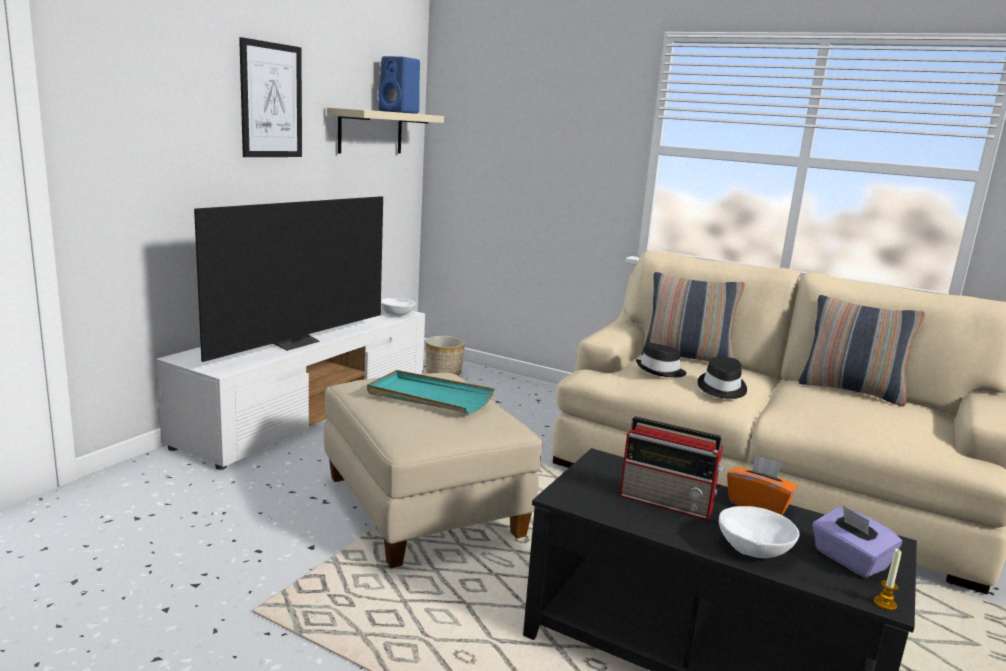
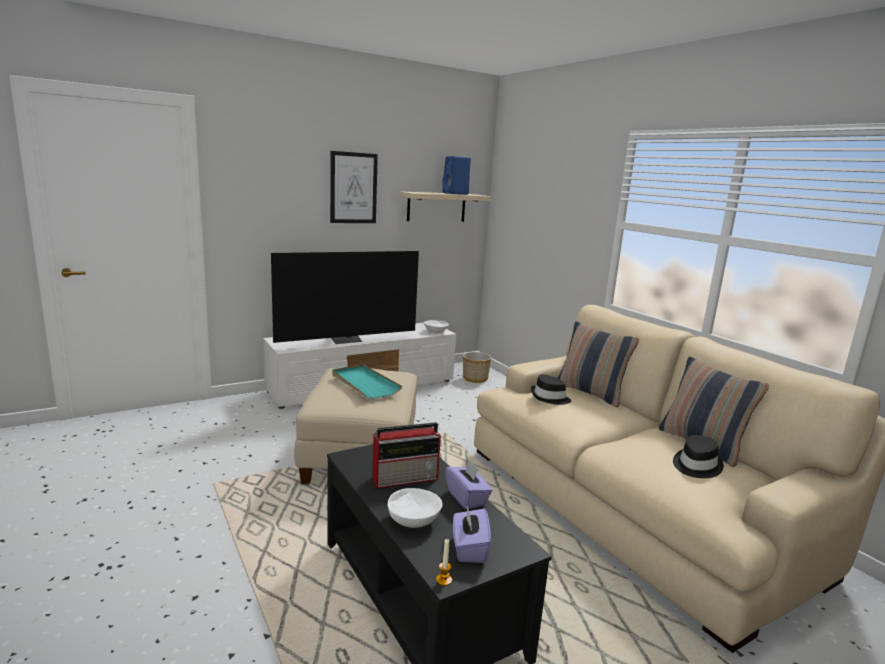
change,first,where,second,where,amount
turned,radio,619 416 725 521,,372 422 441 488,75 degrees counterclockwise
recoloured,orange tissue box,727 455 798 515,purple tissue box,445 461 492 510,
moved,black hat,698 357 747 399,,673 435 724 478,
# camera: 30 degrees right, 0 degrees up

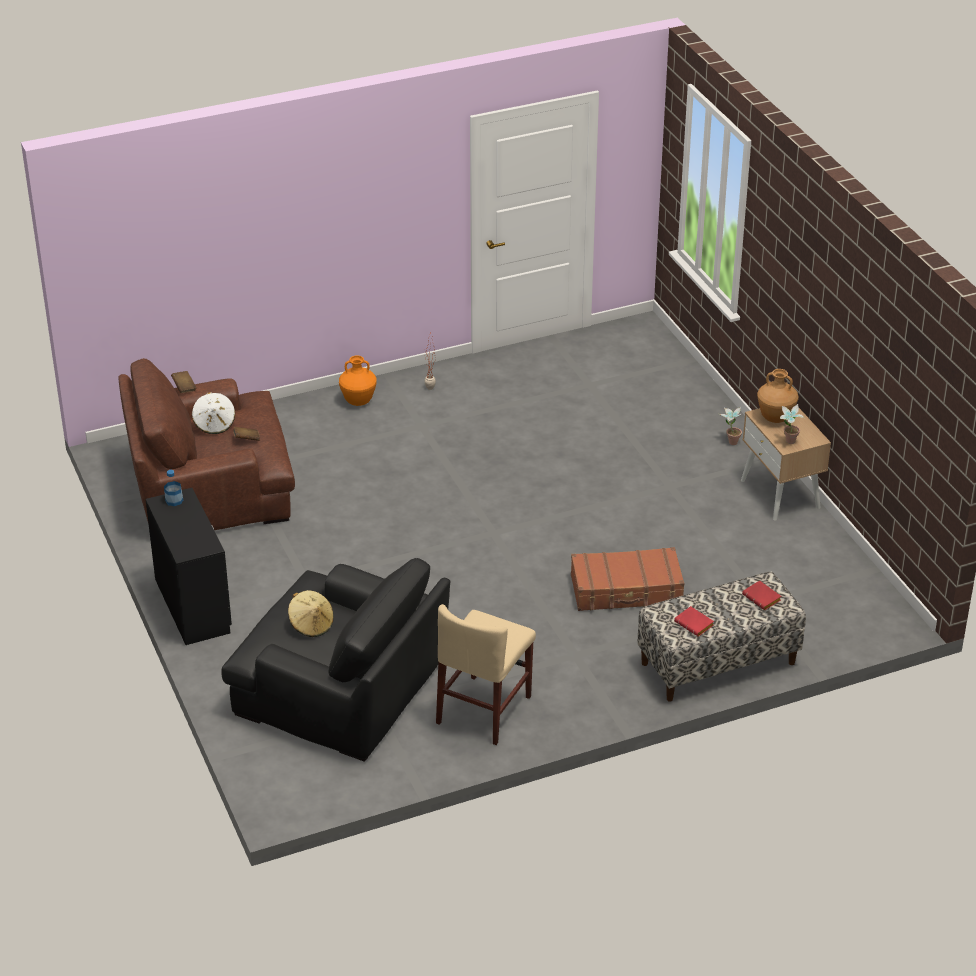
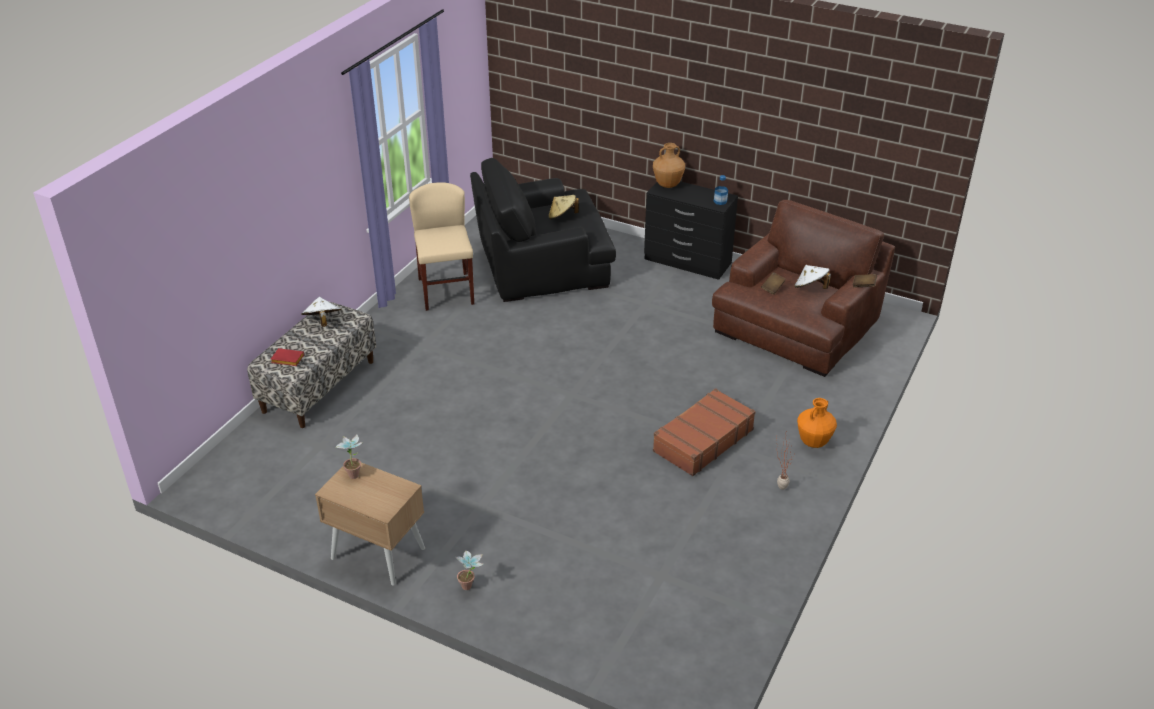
change,first,where,second,where,amount
replaced,red book,674 606 714 637,white hat,301 297 341 327,
moved,brown vase,757 369 799 423,,653 143 685 188,
moved,brown suitcase,571 547 684 611,,653 388 756 476,
# camera: 140 degrees right, 0 degrees up

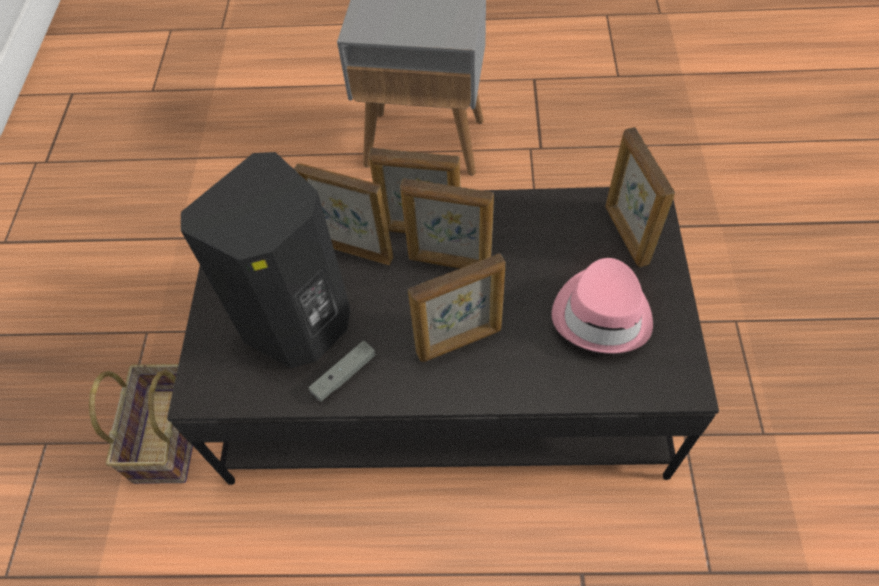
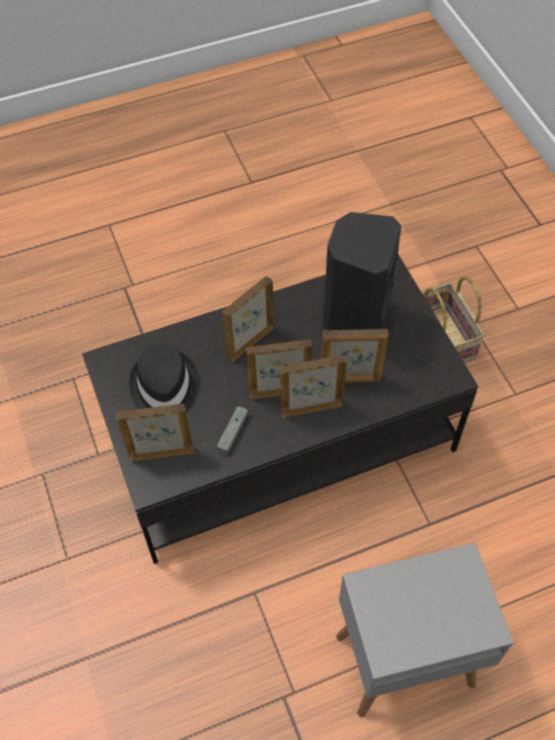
change,first,where,second,where,amount
turned,picture frame,605 127 675 267,,116 404 194 461,60 degrees counterclockwise
recoloured,pink hat,552 258 653 354,black hat,129 345 199 414,
moved,grey game controller,308 341 375 402,,216 406 248 454,
# camera: 155 degrees right, 0 degrees up

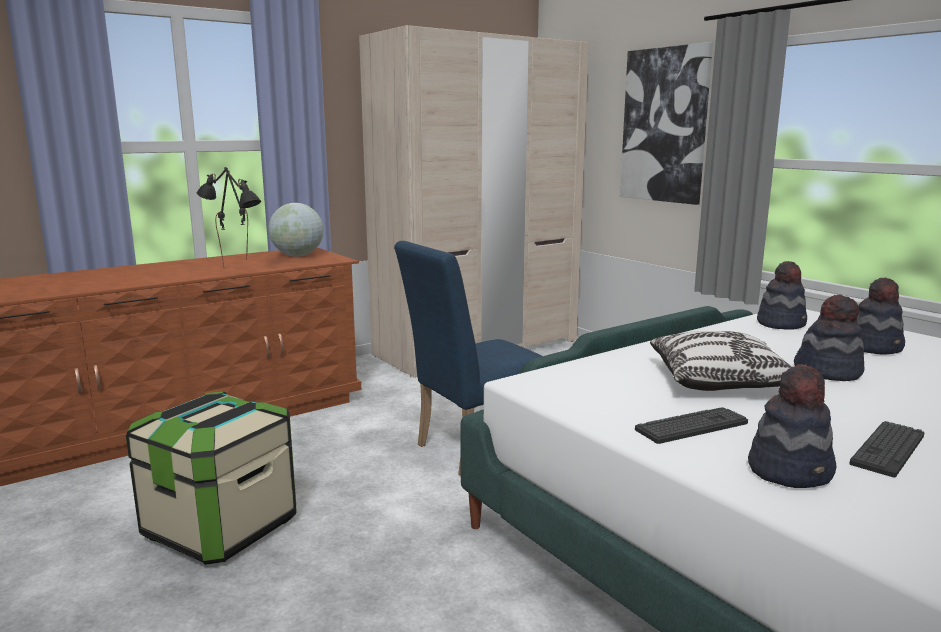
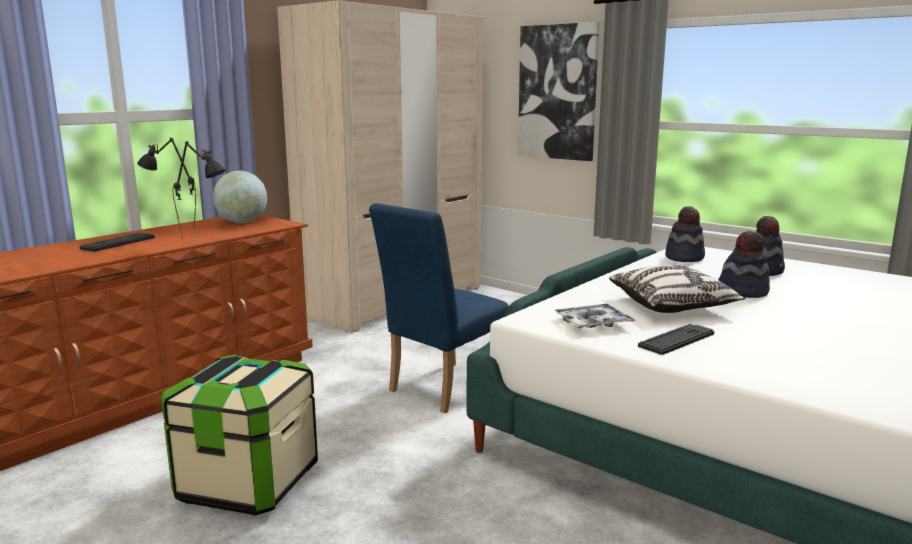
change,first,where,second,where,amount
moved,keyboard,849 421 925 478,,79 232 155 252,
added,,,tray,555 304 636 328,
removed,hat,748 364 836 488,,,
# camera: 15 degrees left, 0 degrees up

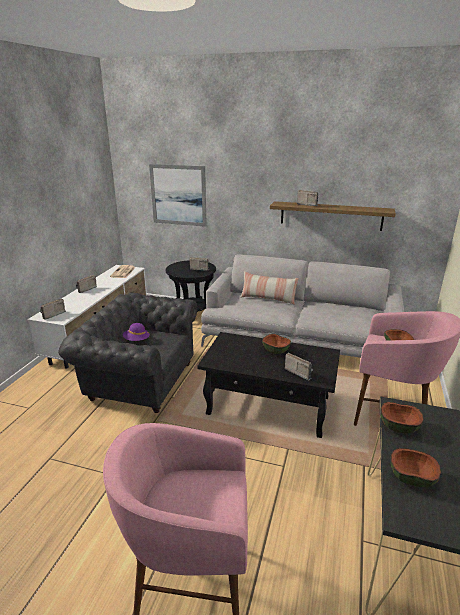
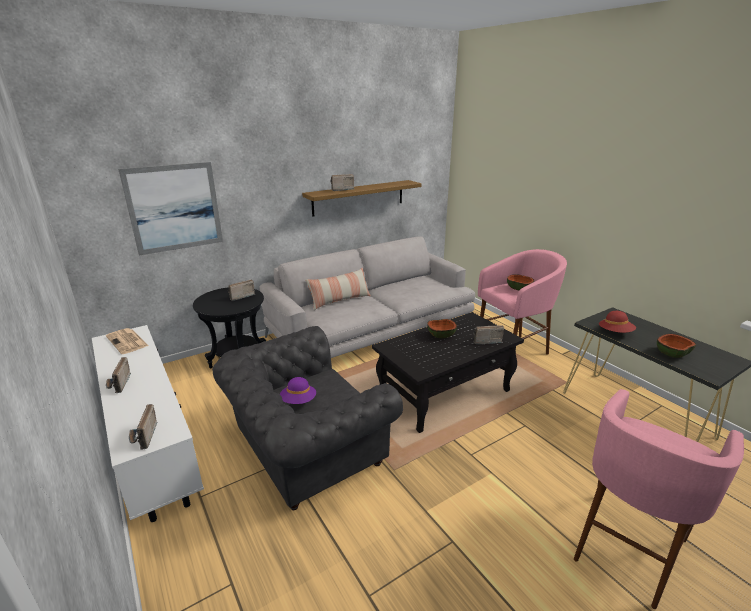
change,first,where,second,where,amount
replaced,bowl,381 402 424 433,red hat,599 311 636 333,
# camera: 50 degrees left, 0 degrees up

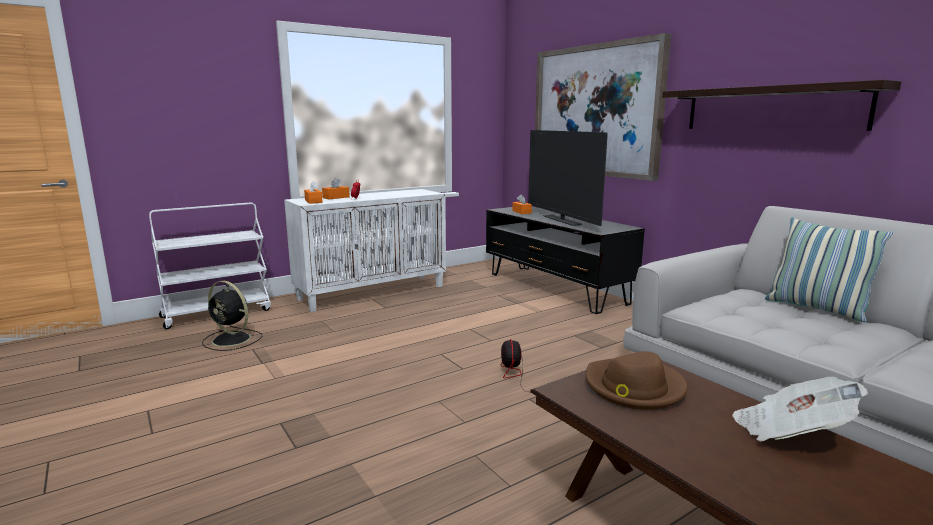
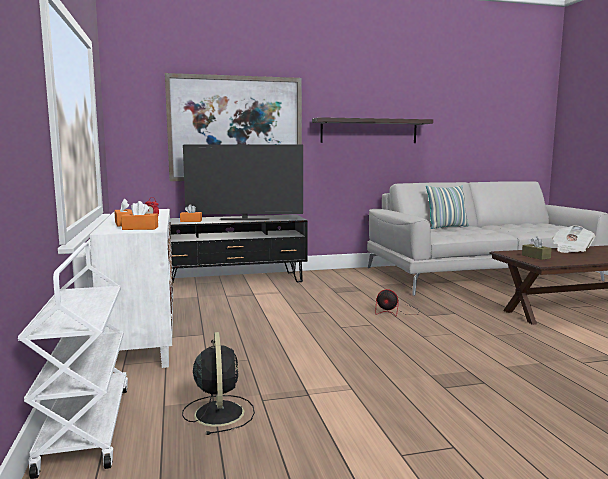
change,first,where,second,where,amount
turned,black fan,202 281 262 351,,182 332 255 435,60 degrees counterclockwise
replaced,brown hat,585 351 687 410,brown tissue box,522 236 552 260,
# camera: 70 degrees left, 5 degrees down

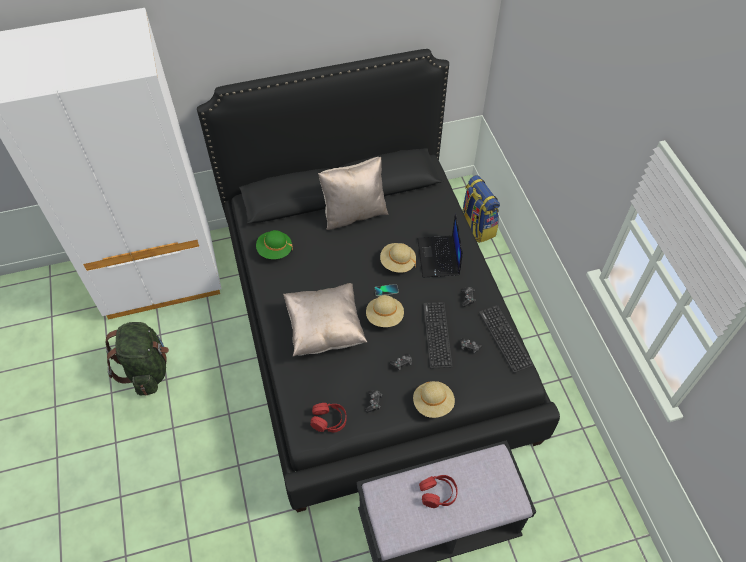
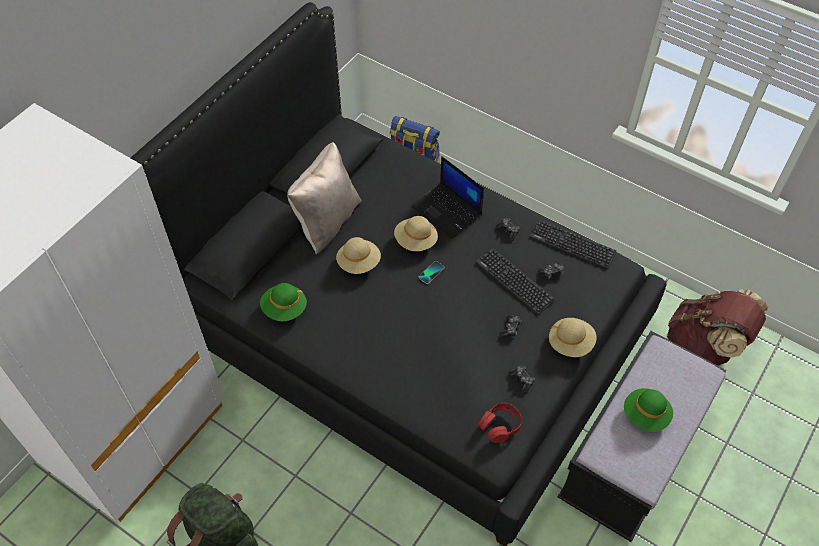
change,first,where,second,where,amount
moved,beige hat,366 295 404 327,,336 237 381 274,
replaced,red headphones,419 475 458 508,green hat,624 388 673 432,
added,,,brown backpack,667 289 769 366,
removed,beige pillow,283 283 367 357,,,
# camera: 40 degrees left, 0 degrees up

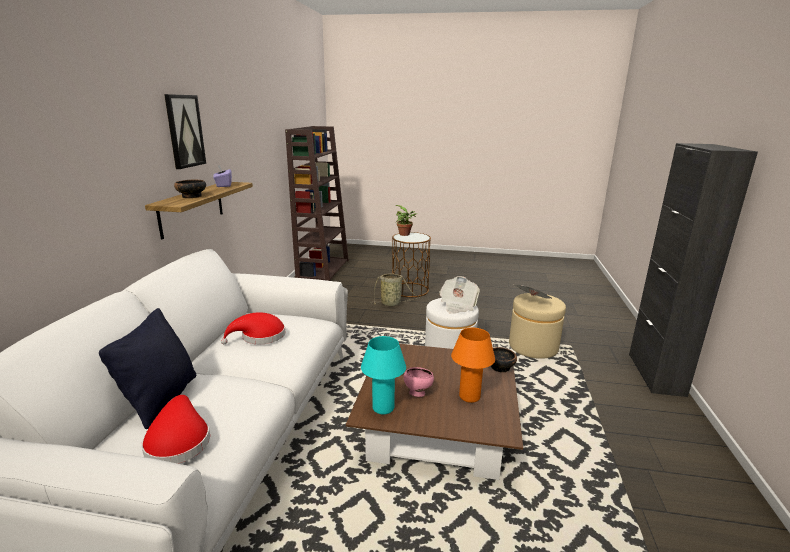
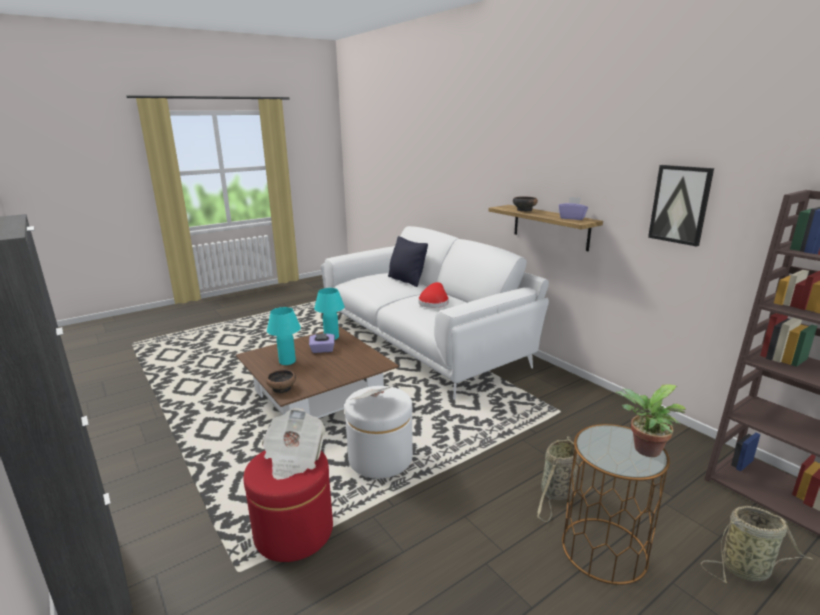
change,first,where,second,where,amount
recoloured,beige ottoman,509 293 566 359,red ottoman,243 451 333 562,
recoloured,orange table lamp,451 328 495 403,turquoise table lamp,267 307 301 365,
replaced,pink bowl,404 367 434 397,purple tissue box,309 333 335 353,
moved,picture,164 94 206 169,,648 165 714 247,
added,,,basket,700 506 814 584,
removed,red hat,141 395 210 464,,,
# camera: 135 degrees right, 0 degrees up

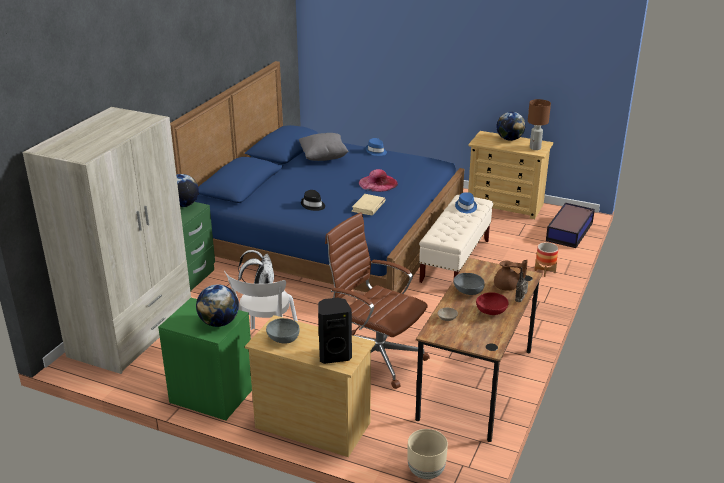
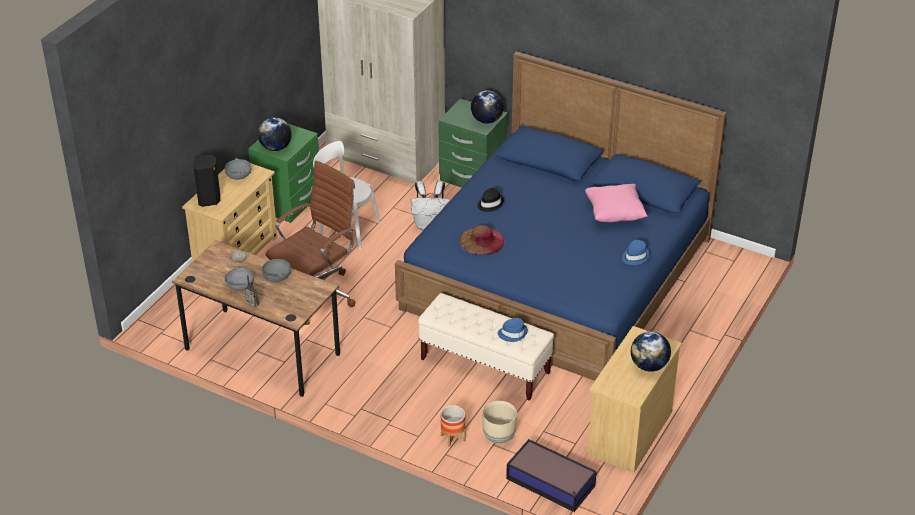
change,first,where,second,where,amount
recoloured,red bowl,476 293 509 315,grey bowl,225 268 254 291,
replaced,beige book,351 194 385 216,brown hat,459 225 505 255,
moved,beige planter,407 429 448 479,,482 401 517 443,
recoloured,grey pillow,299 133 349 161,pink pillow,585 184 647 222,
removed,pink hat,359 169 398 192,,,
removed,brown teapot,494 259 528 291,,,
removed,brown table lamp,528 99 551 150,,,
# camera: 95 degrees right, 10 degrees up

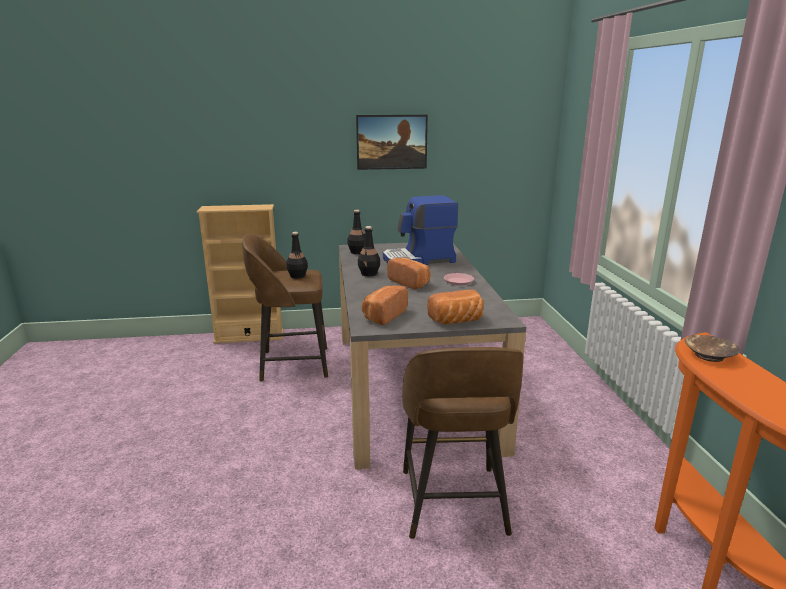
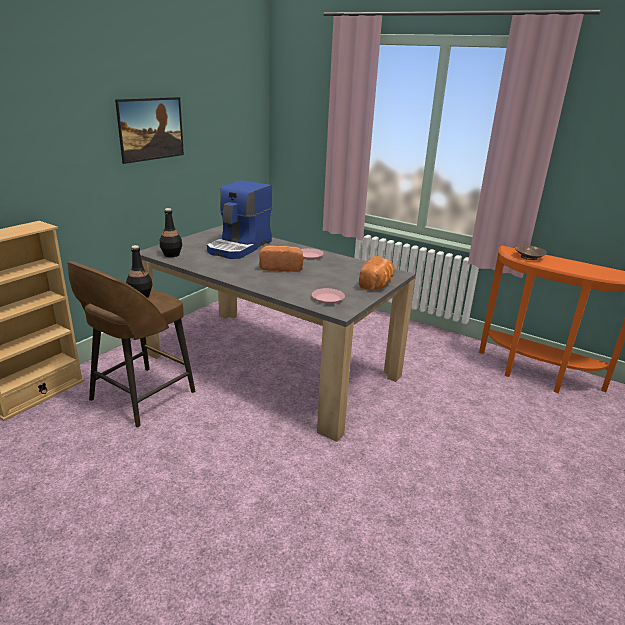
change,first,where,second,where,amount
replaced,bread,362 285 408 325,pink plate,312 288 345 304,
removed,black bottle,358 226 380 276,,,
removed,brown stool,402 347 523 539,,,
# camera: 50 degrees left, 5 degrees up

